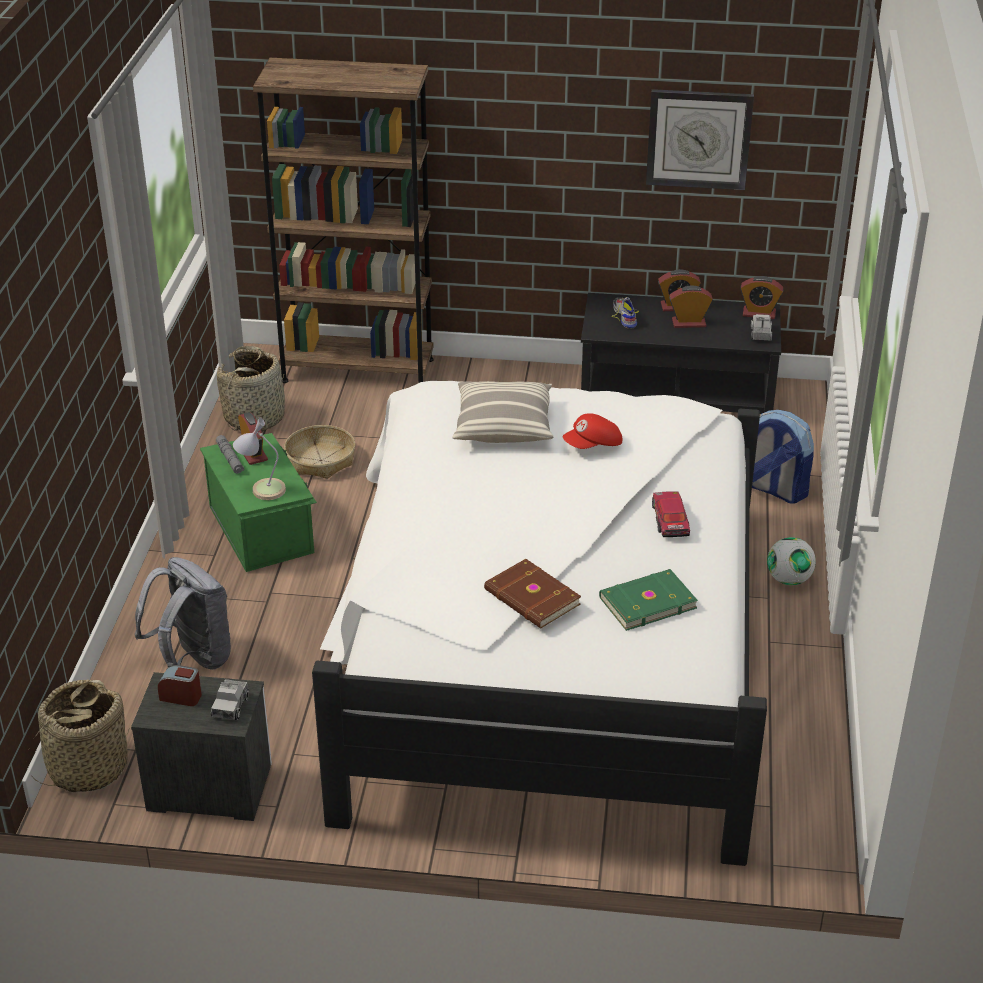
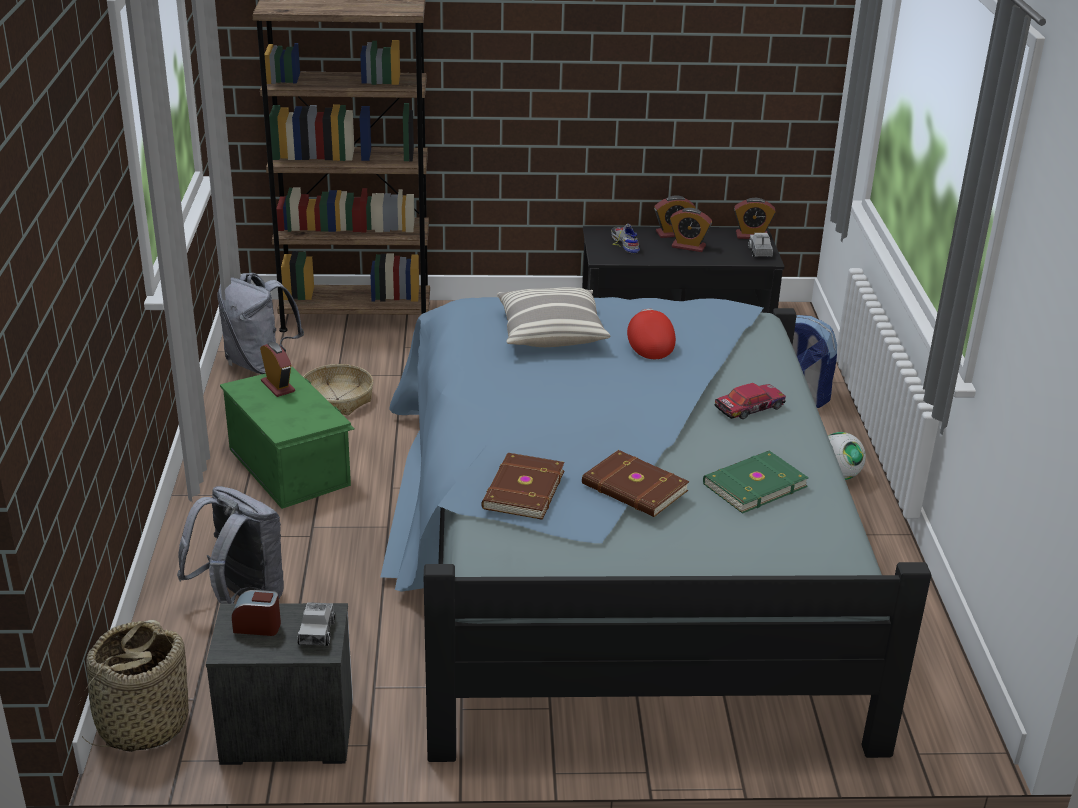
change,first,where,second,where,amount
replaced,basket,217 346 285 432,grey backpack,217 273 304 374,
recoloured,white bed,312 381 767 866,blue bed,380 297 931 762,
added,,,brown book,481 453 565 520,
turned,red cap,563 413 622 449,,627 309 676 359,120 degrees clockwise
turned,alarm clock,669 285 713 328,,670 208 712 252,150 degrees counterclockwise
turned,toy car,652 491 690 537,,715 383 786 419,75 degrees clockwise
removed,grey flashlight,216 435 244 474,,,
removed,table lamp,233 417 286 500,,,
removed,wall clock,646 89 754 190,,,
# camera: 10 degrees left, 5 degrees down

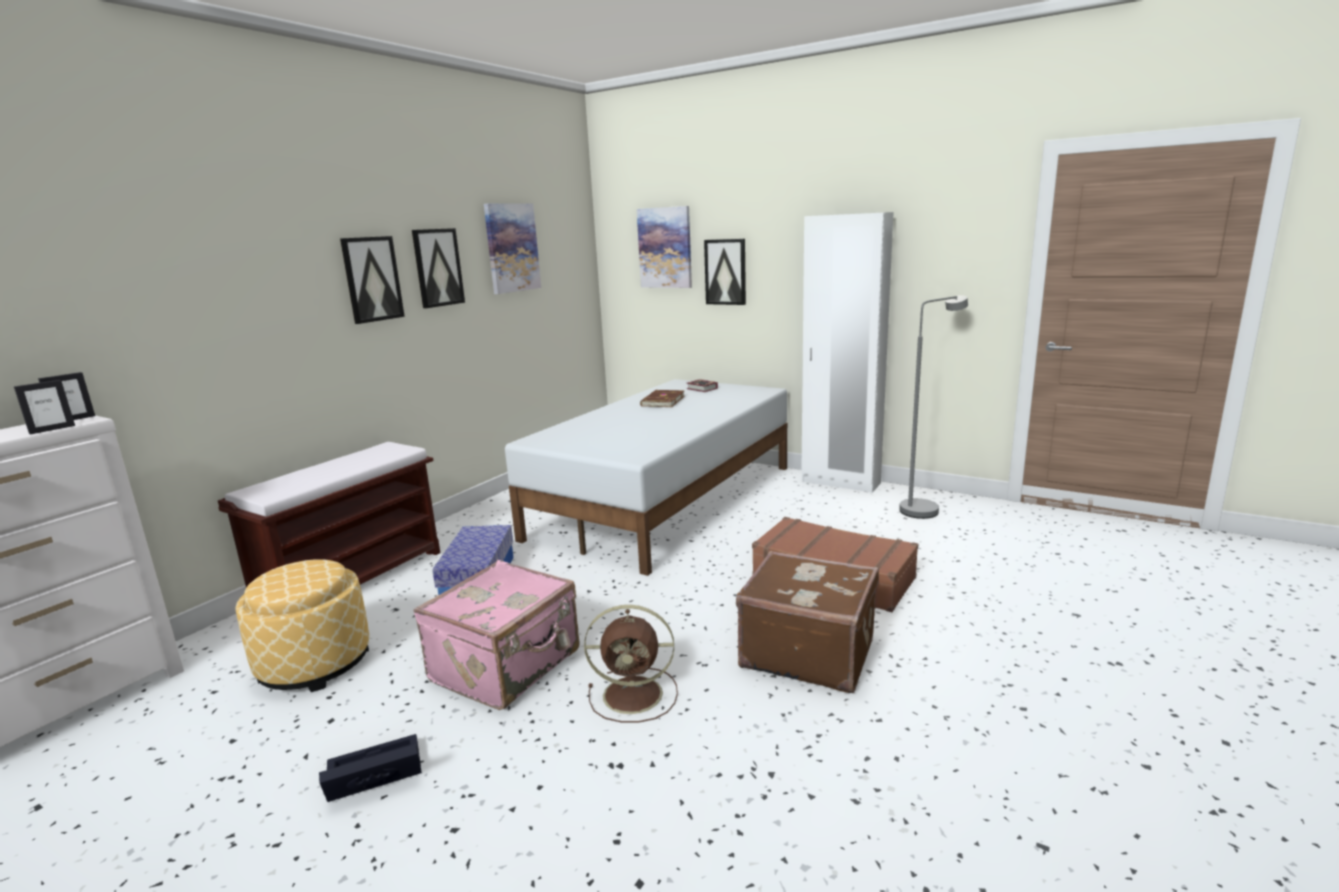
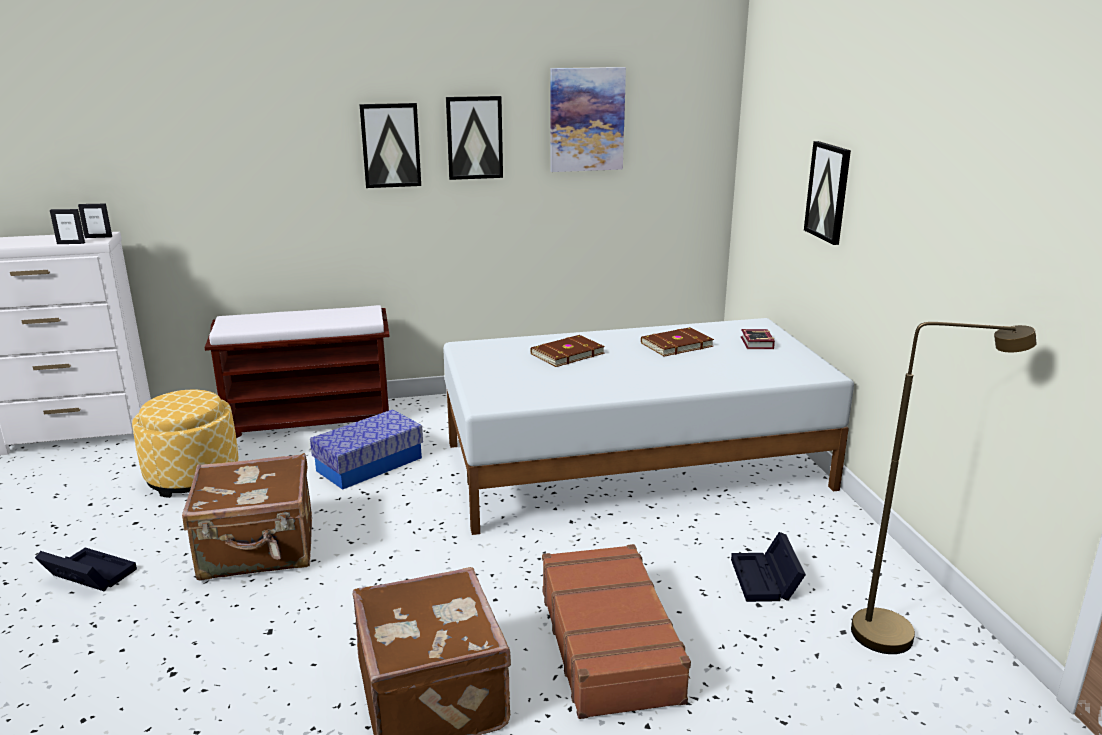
change,first,where,second,where,amount
recoloured,pink suitcase,413 560 580 710,brown suitcase,182 453 312 581,
added,,,brown book,530 335 605 367,
added,,,black storage box,731 532 806 602,
recoloured,grey floor lamp,899 295 968 519,brown floor lamp,851 322 1037 654,
removed,brown fan,584 605 678 723,,,
removed,picture,637 206 692 288,,,
removed,white wardrobe,801 212 893 493,,,
# camera: 45 degrees right, 5 degrees up

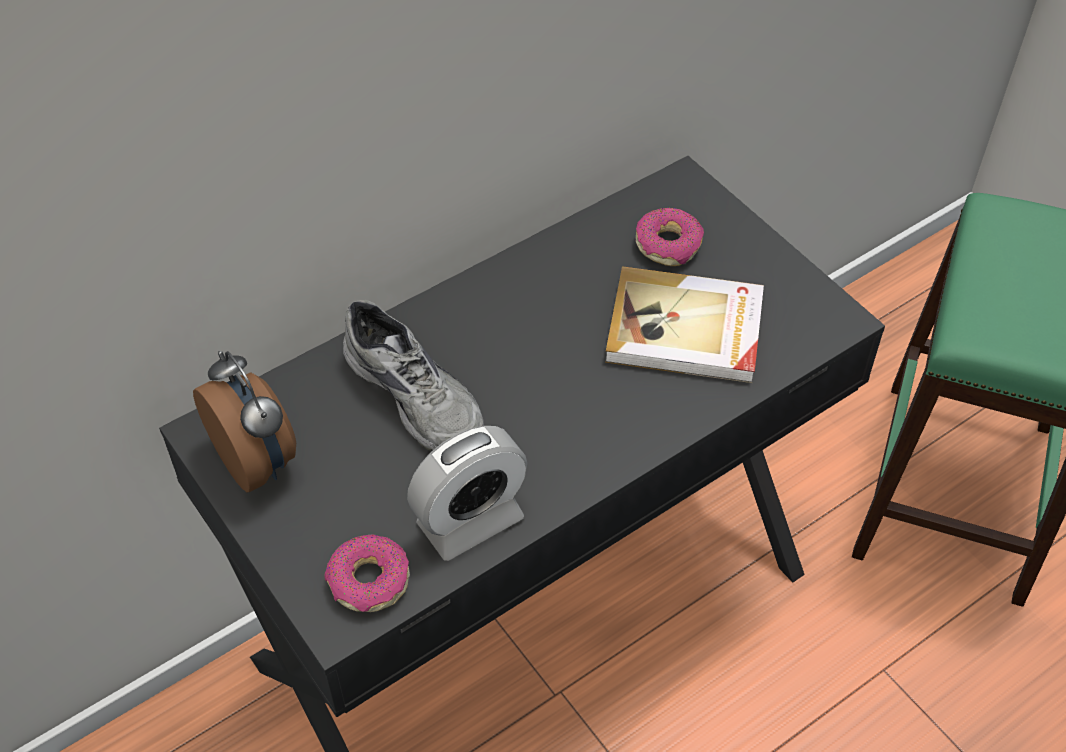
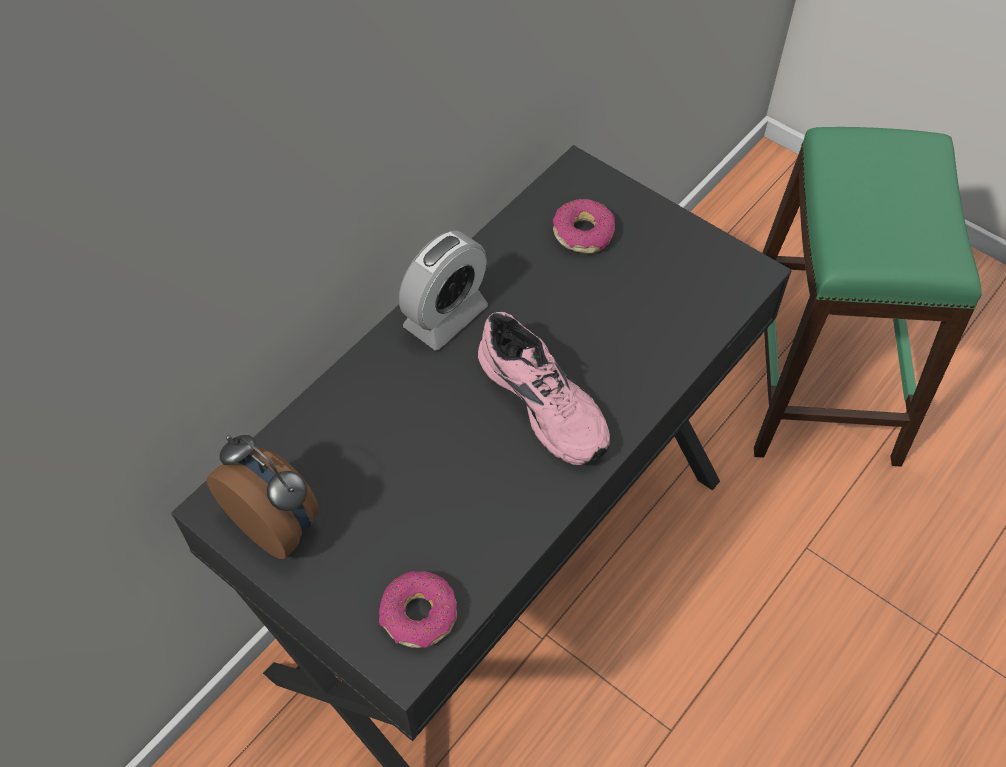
change,first,where,second,where,amount
moved,alarm clock,407 426 527 561,,399 231 488 350,
added,,,pink shoe,478 312 610 465,
removed,grey shoe,343 300 484 450,,,
removed,book,605 266 764 383,,,
# camera: 15 degrees left, 5 degrees up

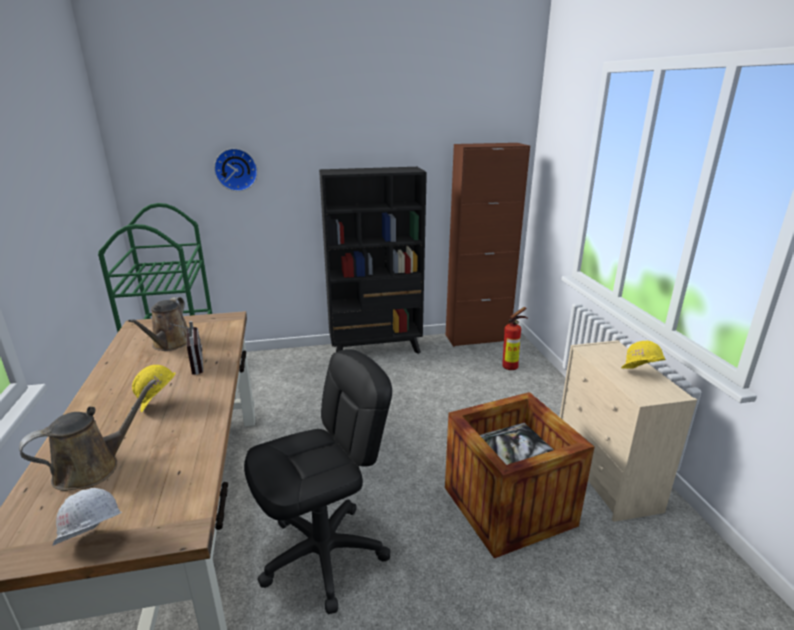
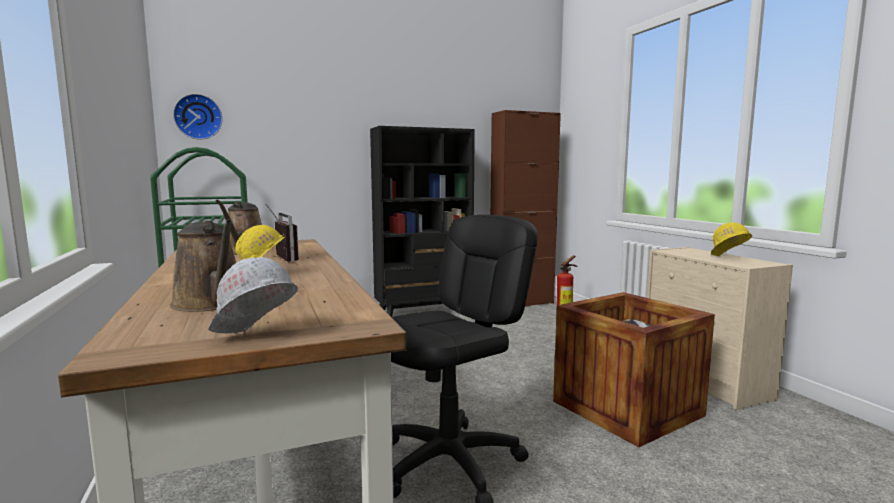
change,first,where,second,where,amount
turned,brown watering can,19 379 157 491,,170 219 236 312,105 degrees clockwise
moved,wall clock,214 148 258 191,,173 94 223 140,
# camera: 10 degrees left, 15 degrees down

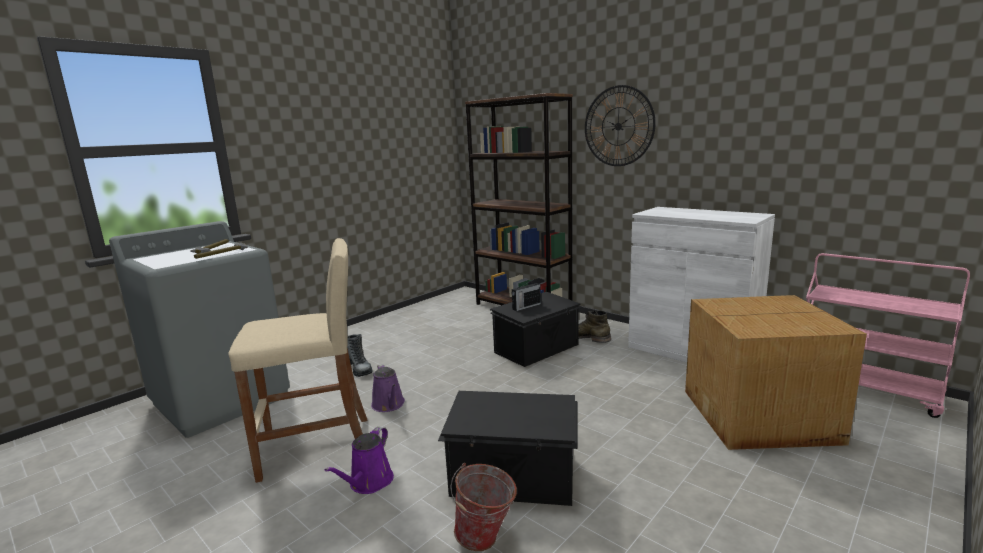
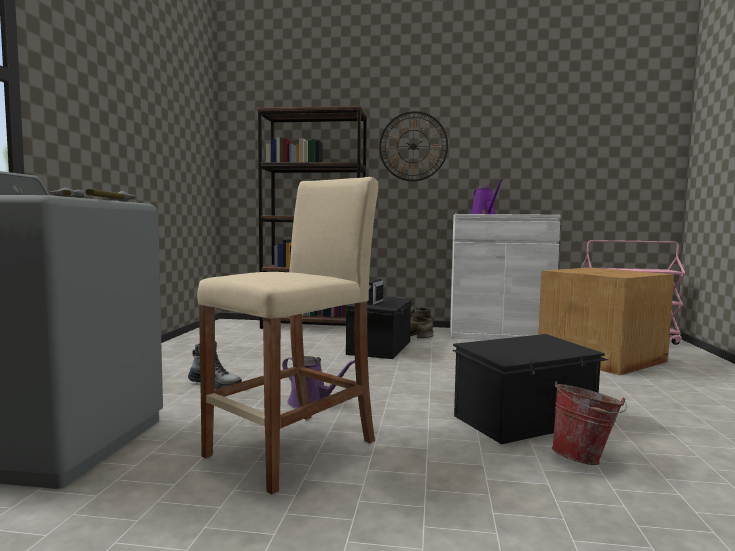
change,first,where,second,where,amount
moved,purple watering can,325 427 394 494,,471 179 503 214,
# camera: 35 degrees left, 10 degrees down

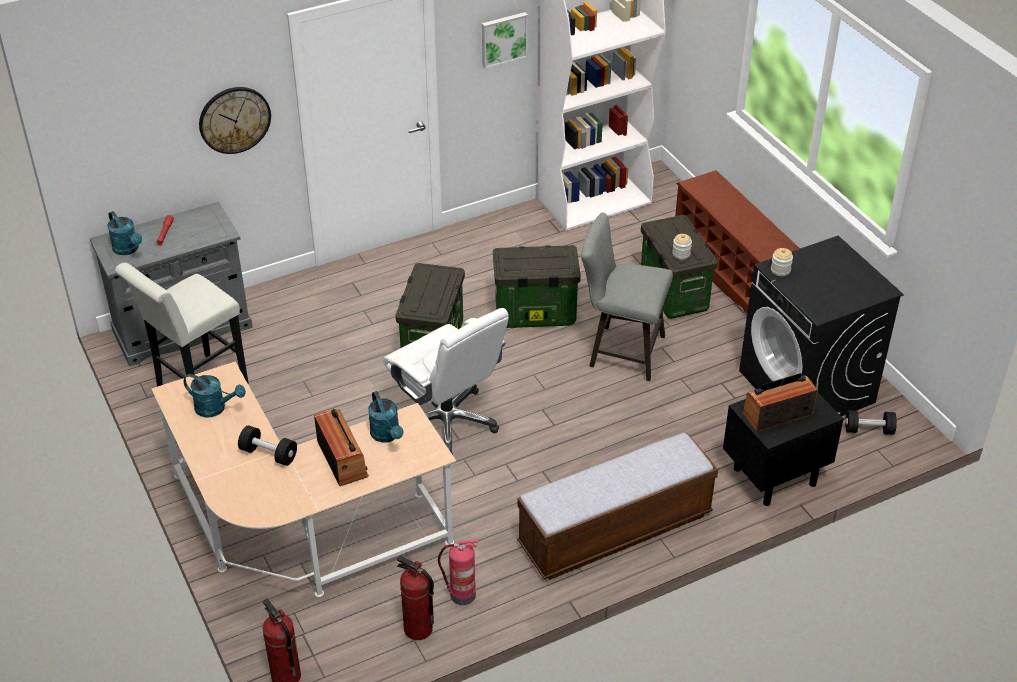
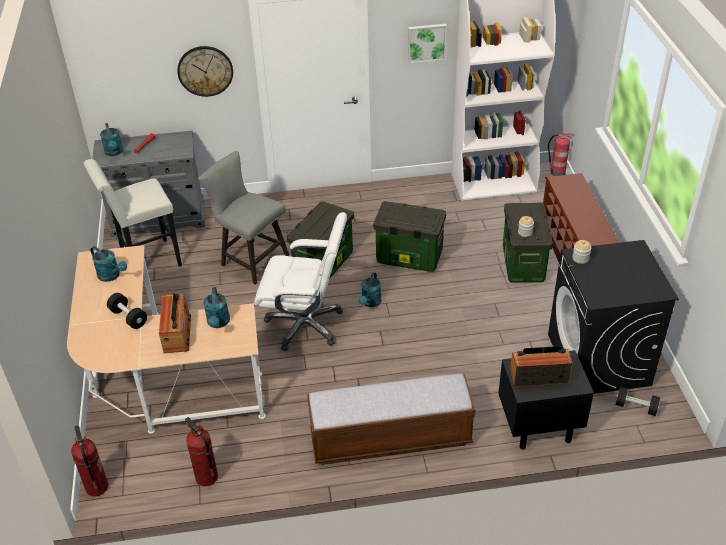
change,first,where,second,where,amount
moved,grey stool,581 212 673 381,,198 151 289 285,
turned,white office chair,383 308 509 455,,254 212 347 351,60 degrees counterclockwise
added,,,turquoise watering can,358 272 382 307,
moved,fire extinguisher,438 539 478 605,,548 133 574 176,
# camera: 20 degrees right, 0 degrees up

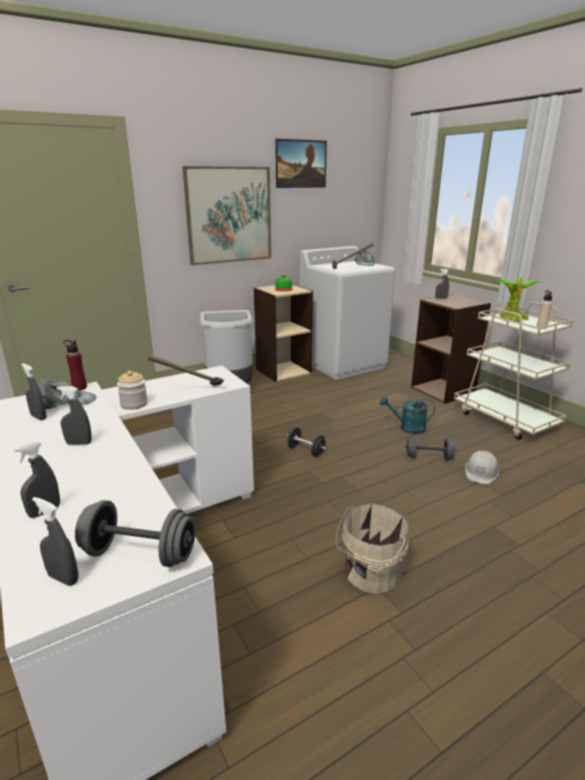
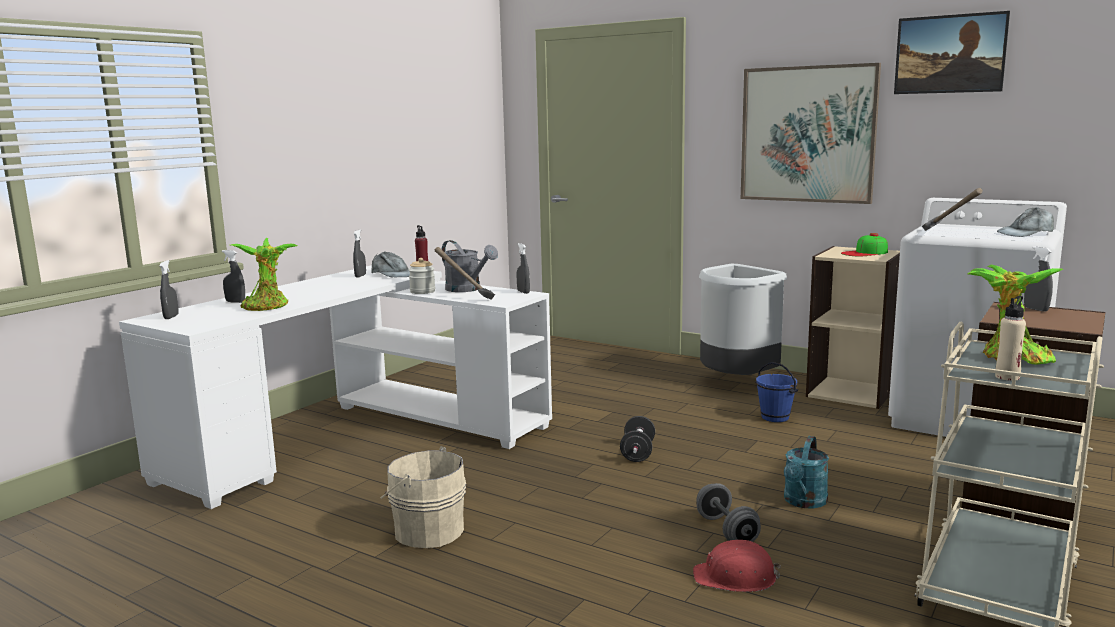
change,first,where,second,where,amount
added,,,potted plant,231 238 297 311,
added,,,grey watering can,442 240 498 292,
moved,grey spray bottle,57 386 92 445,,516 243 530 294,
recoloured,white hard hat,465 450 499 485,red hard hat,693 540 781 592,
added,,,blue bucket,755 362 798 422,
turned,turquoise watering can,379 396 435 434,,784 436 829 508,135 degrees counterclockwise
removed,grey dumbbell,75 500 196 567,,,
# camera: 65 degrees right, 10 degrees down

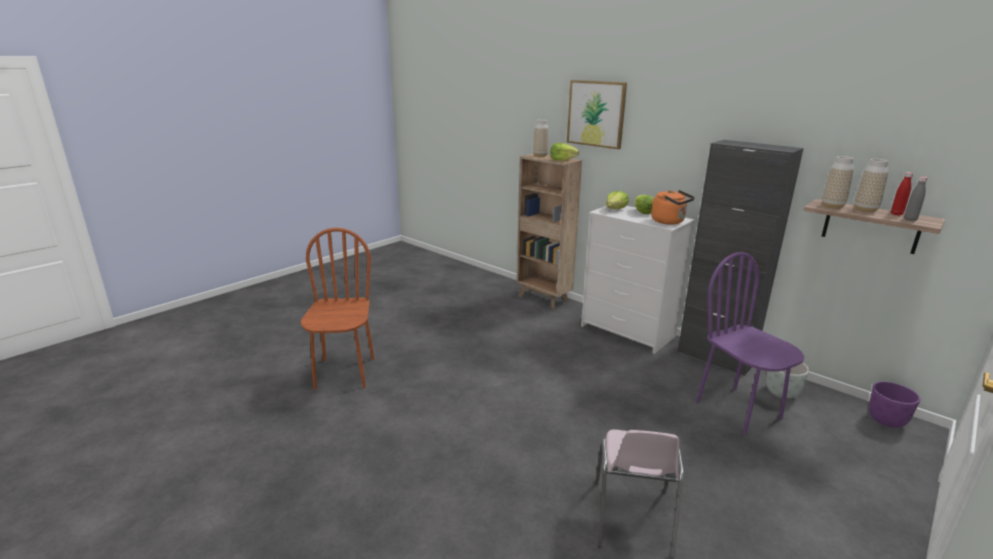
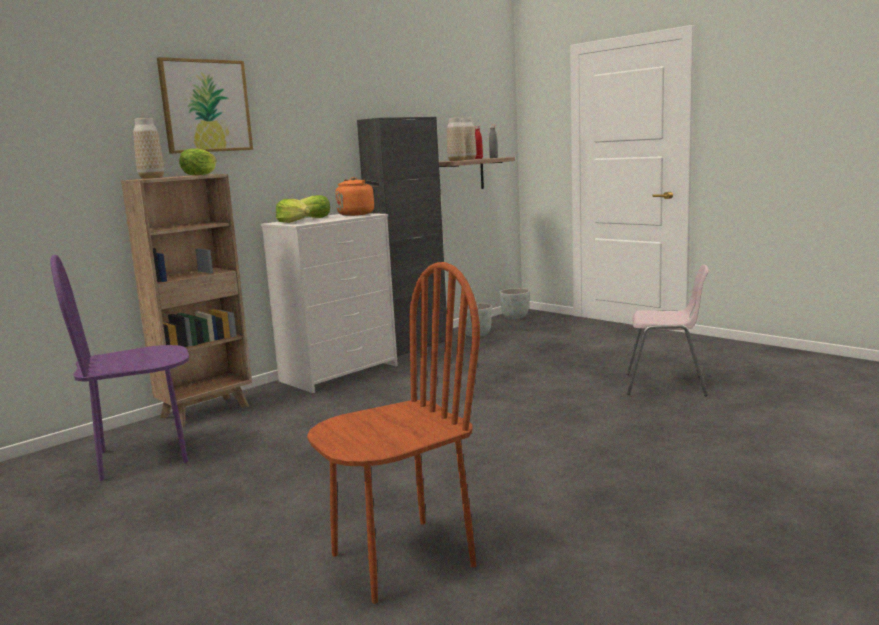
change,first,where,second,where,amount
moved,purple chair,696 252 805 435,,50 255 189 481,
turned,brown chair,301 228 374 390,,307 262 480 604,150 degrees clockwise
recoloured,purple planter,868 381 920 428,grey planter,499 288 530 319,
# camera: 85 degrees left, 10 degrees down

